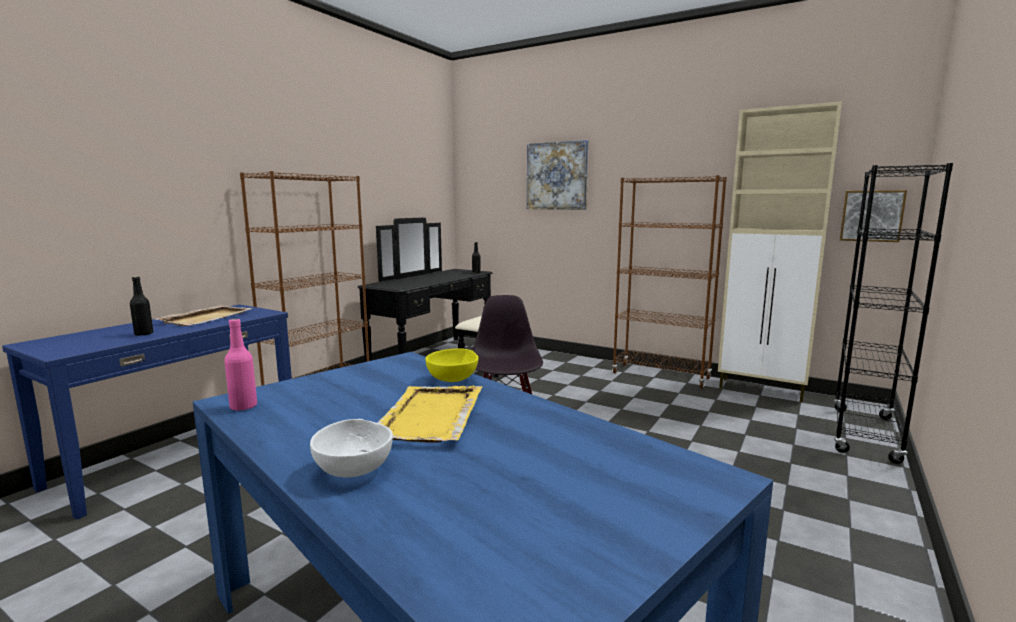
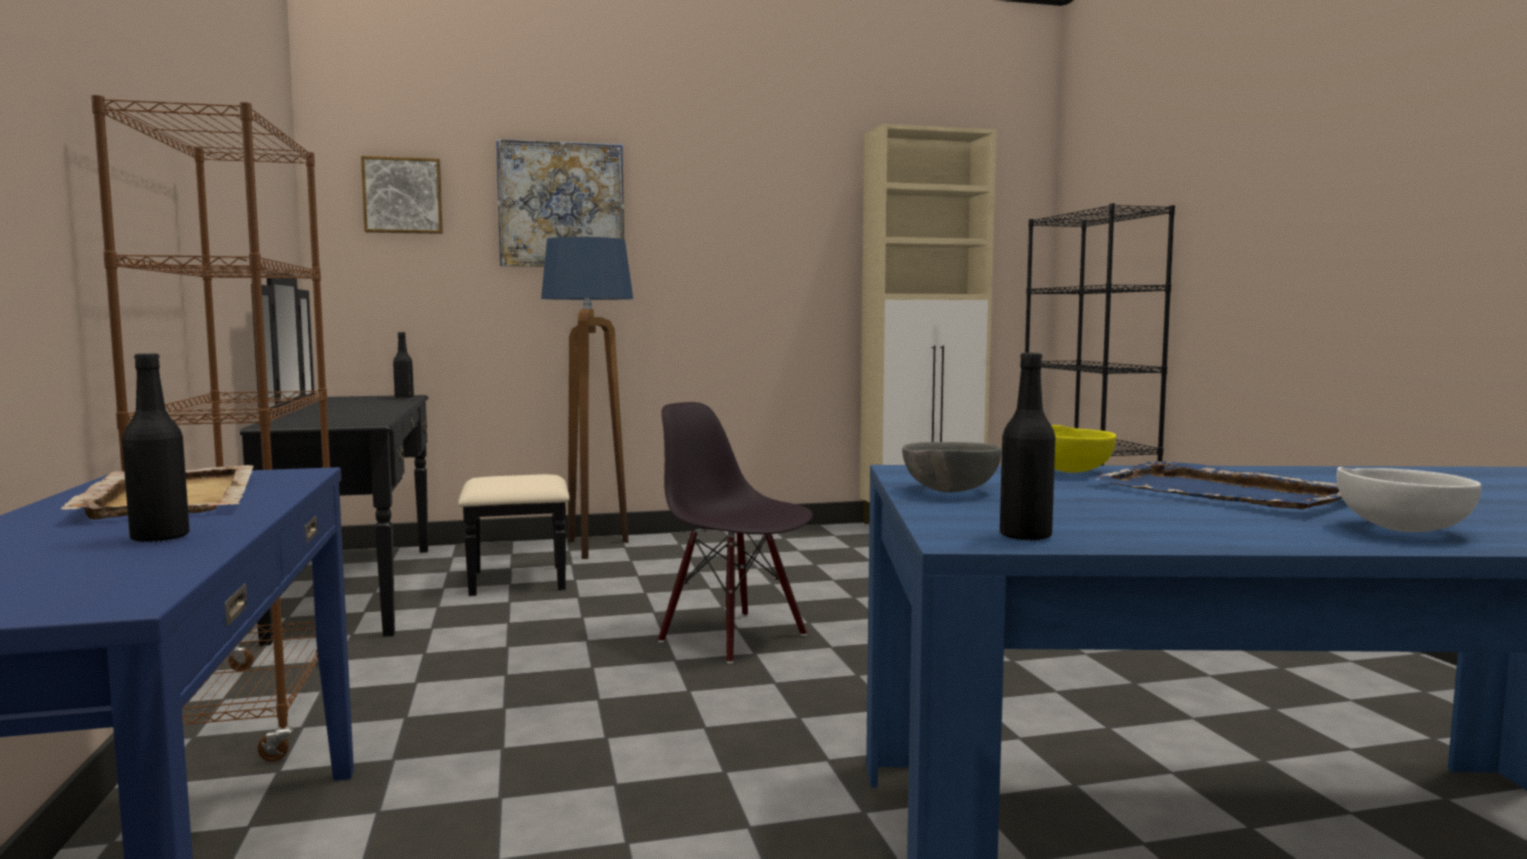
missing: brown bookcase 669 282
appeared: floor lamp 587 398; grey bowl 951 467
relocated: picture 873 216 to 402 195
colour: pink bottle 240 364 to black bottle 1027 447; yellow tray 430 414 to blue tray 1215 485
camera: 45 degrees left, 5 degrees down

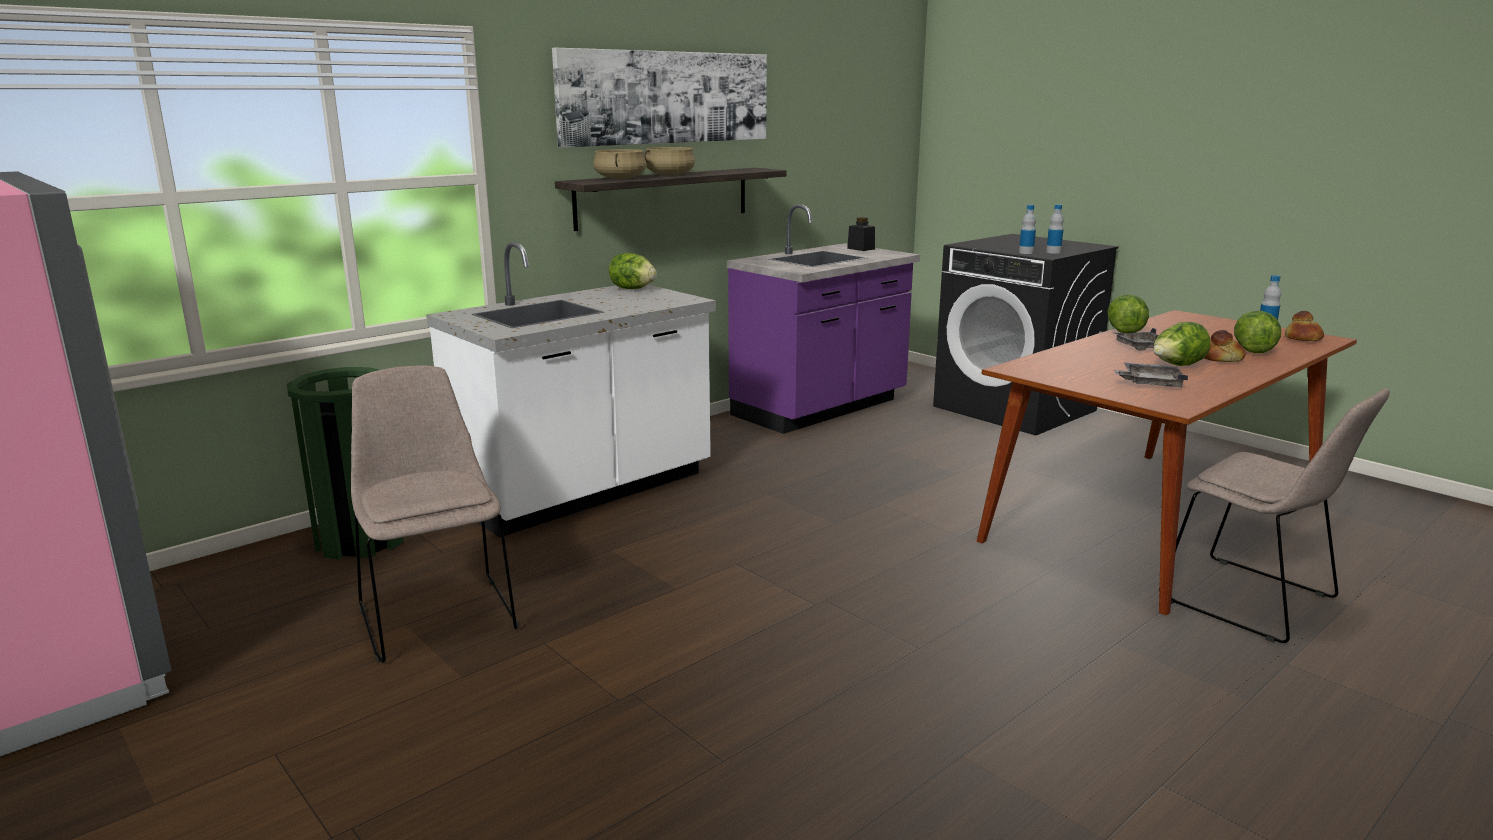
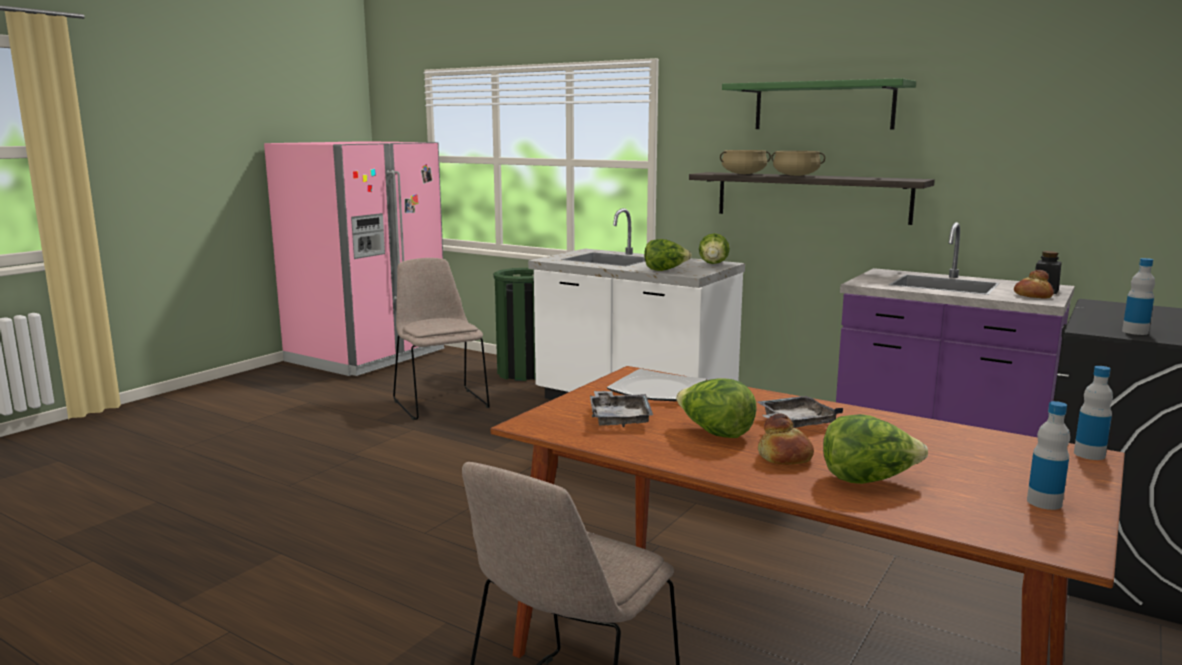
appeared: plate 656 385
relocated: bottle 1027 229 to 1093 413; lettuce 1128 313 to 668 255; bread 1304 326 to 1034 284
exchanged: picture 659 98 to green shelf 819 103
spun: beige chair 434 514 = 441 339 75 degrees counterclockwise
camera: 75 degrees right, 5 degrees down

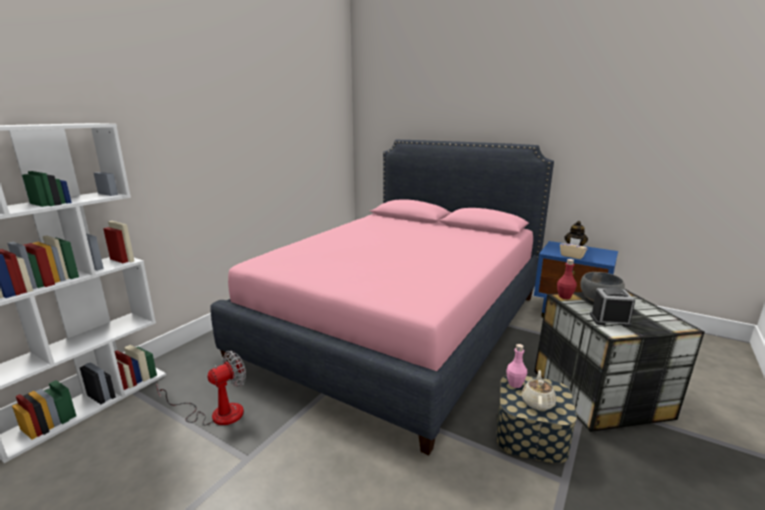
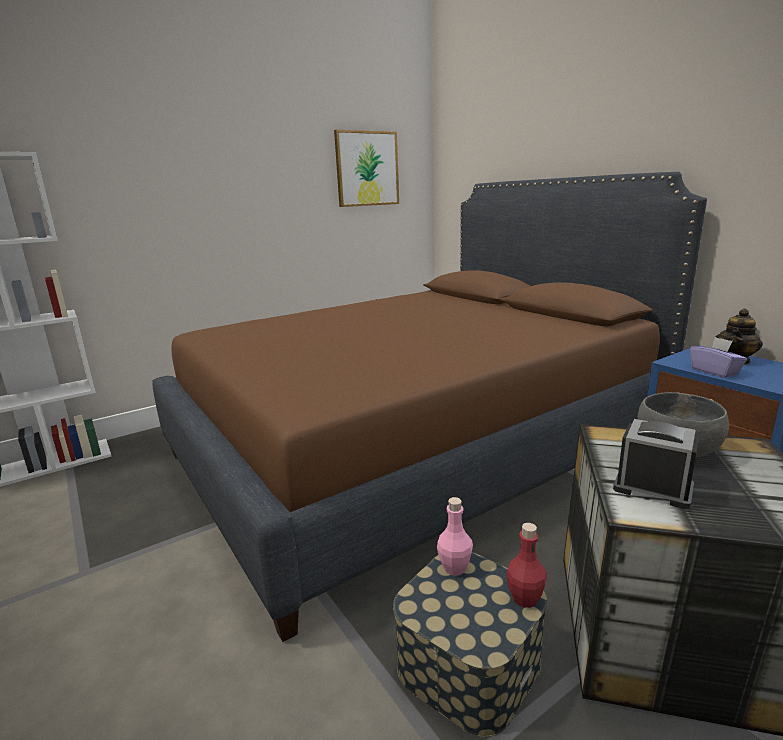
missing: fan 201 388; beige teapot 538 390
appeared: picture 366 168
relocated: red bottle 567 279 to 526 565
colour: pink bed 382 297 to brown bed 429 407; beige tissue box 574 248 to purple tissue box 718 357
camera: 25 degrees right, 0 degrees up

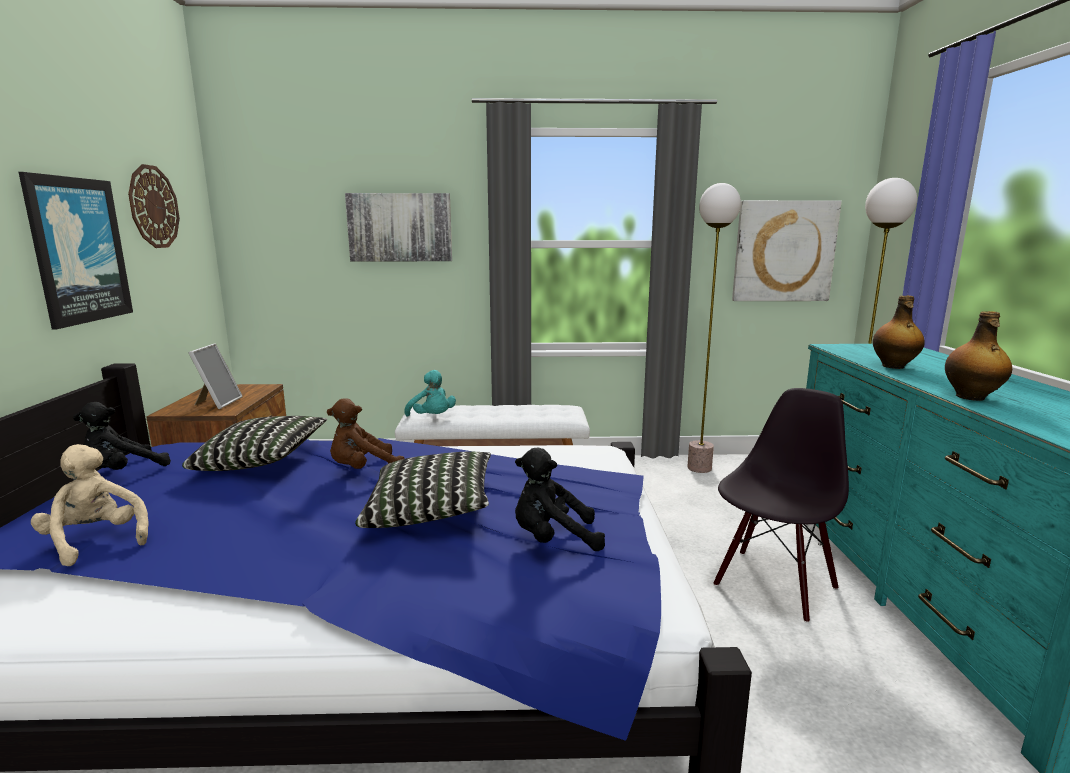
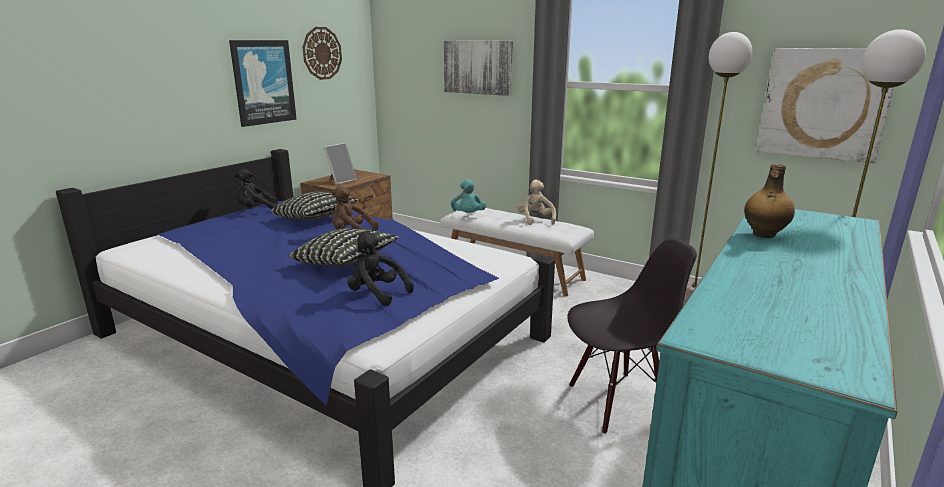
missing: bottle 978 356
relocated: beige plush toy 90 505 to 536 202
camera: 35 degrees right, 5 degrees up

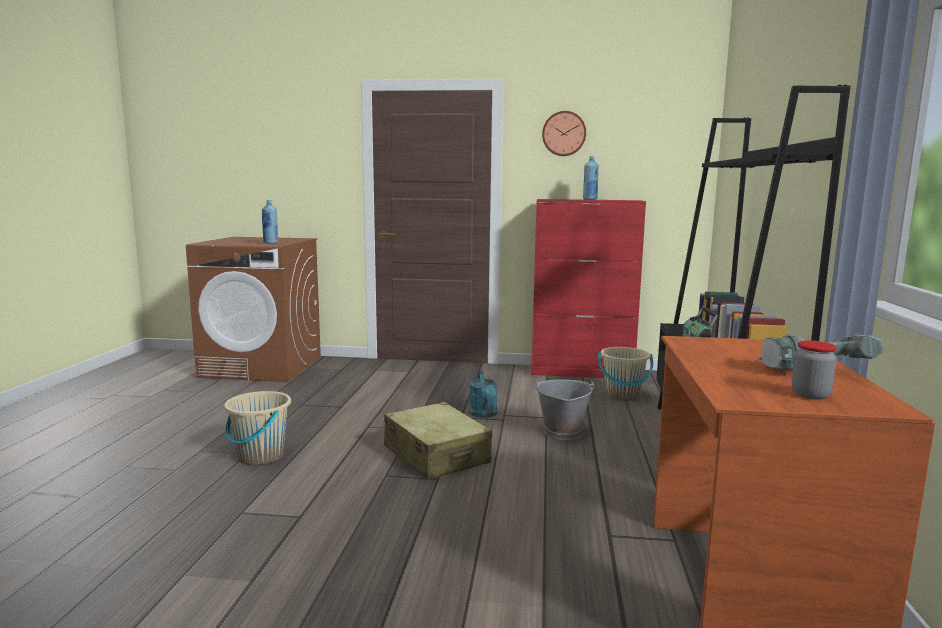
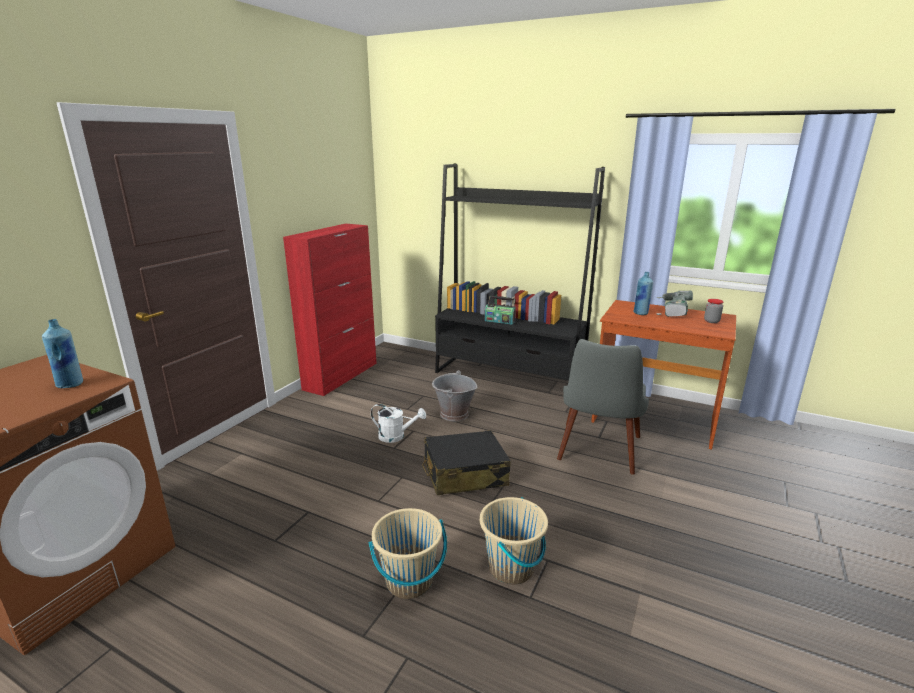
missing: wall clock 564 133
appeared: grey chair 603 407
relocated: blue bottle 591 178 to 643 293; beige bucket 625 374 to 514 541
colour: beige suitcase 438 441 to black suitcase 466 462; turquoise watering can 483 394 to white watering can 398 423
camera: 70 degrees left, 10 degrees up

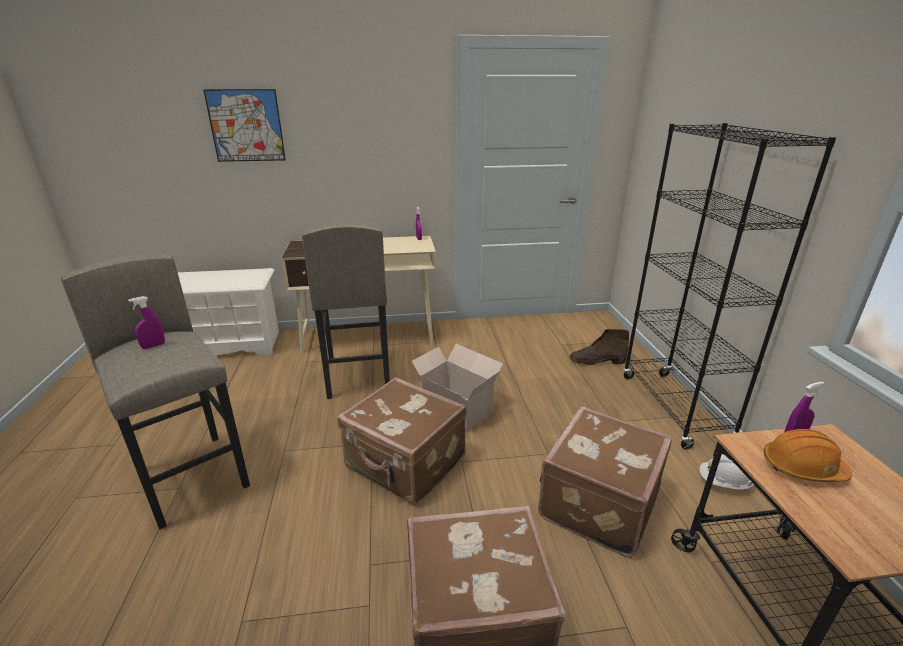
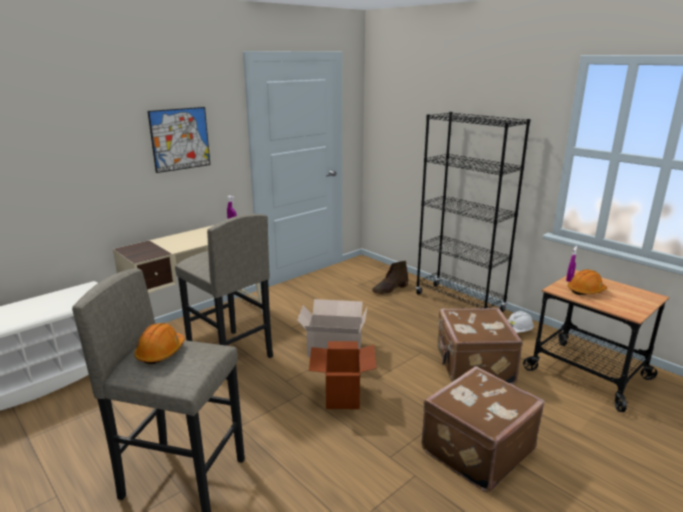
relocated: picture 244 125 to 179 140
exchanged: purple spray bottle 146 322 to orange hard hat 159 343; brown suitcase 402 441 to cardboard box 342 375
camera: 35 degrees left, 5 degrees down

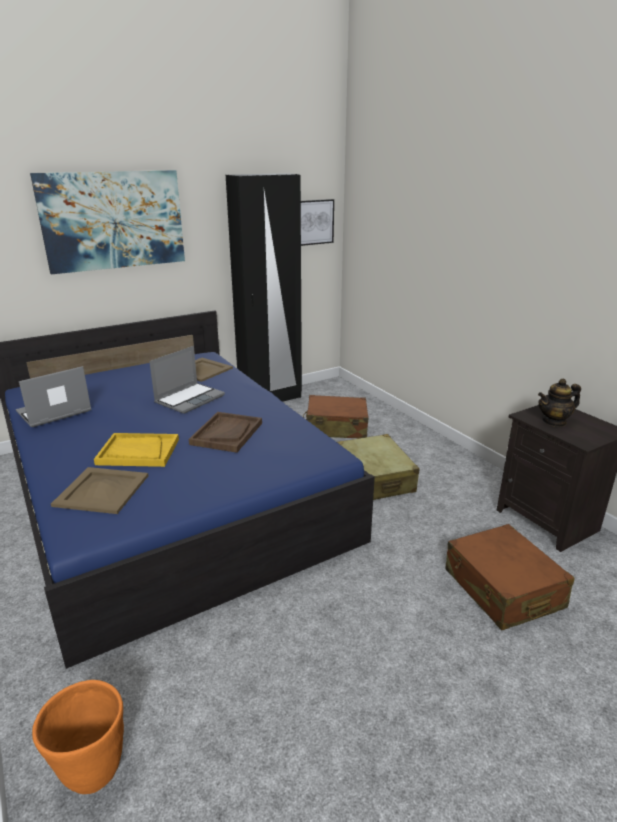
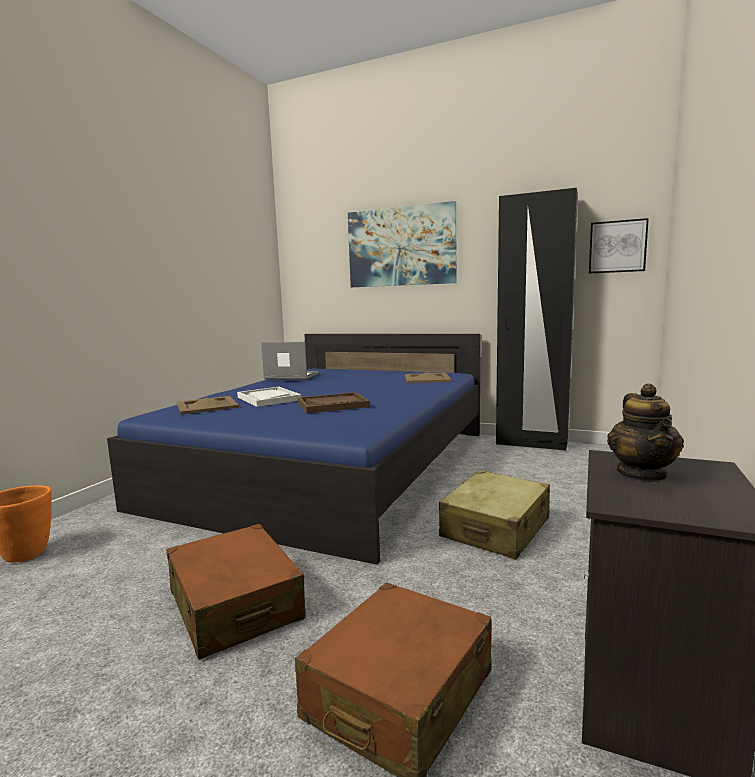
missing: laptop 187 380
relocated: brown suitcase 336 416 to 236 592
colour: yellow tray 136 450 to white tray 269 397
spun: teapot 559 402 = 645 432 120 degrees counterclockwise
camera: 55 degrees right, 15 degrees down

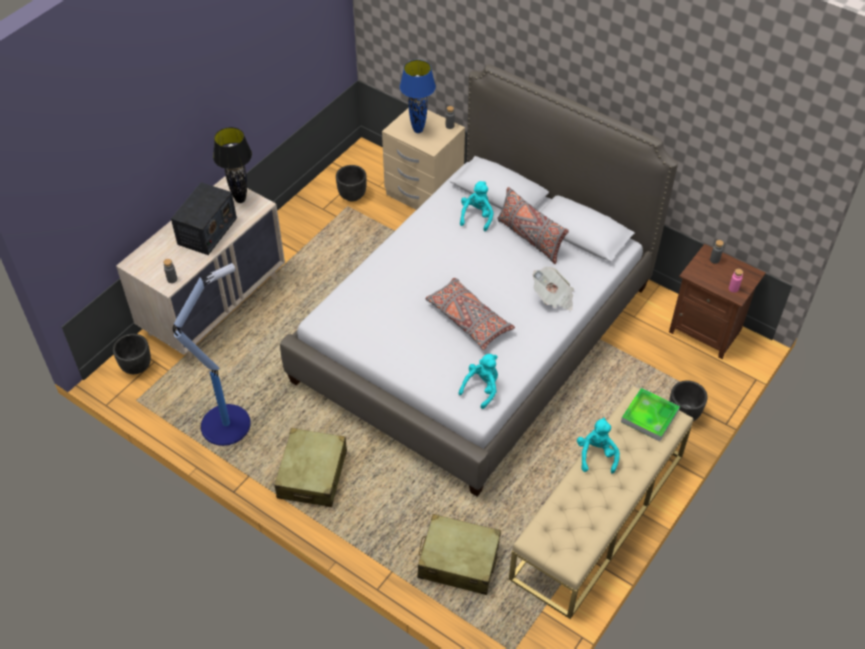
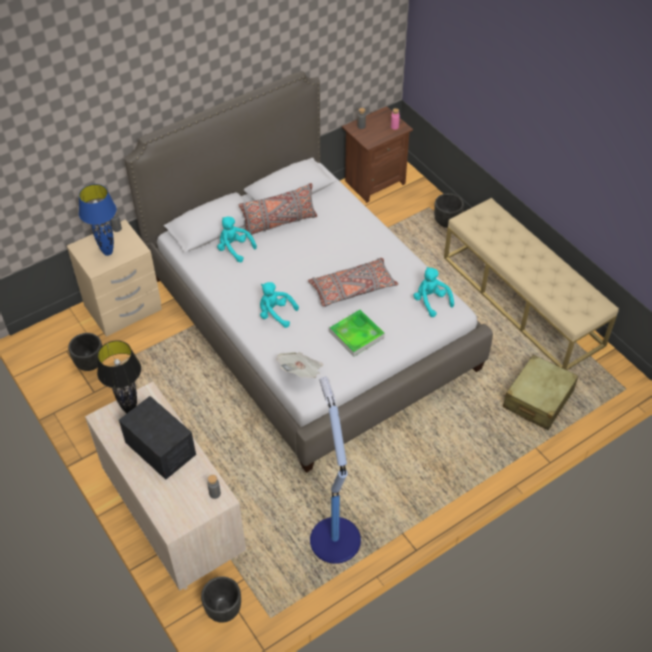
missing: beige suitcase 310 467
relocated: newspaper 553 288 to 299 365; turquoise plush toy 598 446 to 279 305; tray 650 414 to 357 333
camera: 70 degrees left, 0 degrees up

